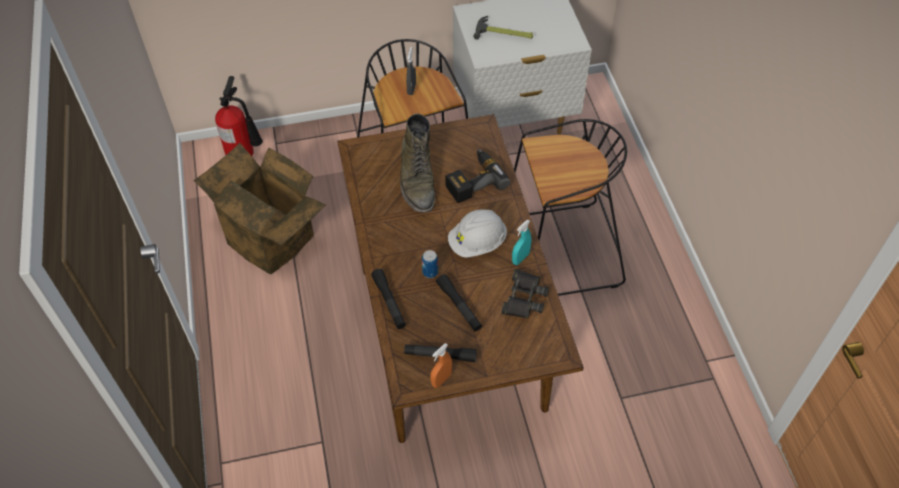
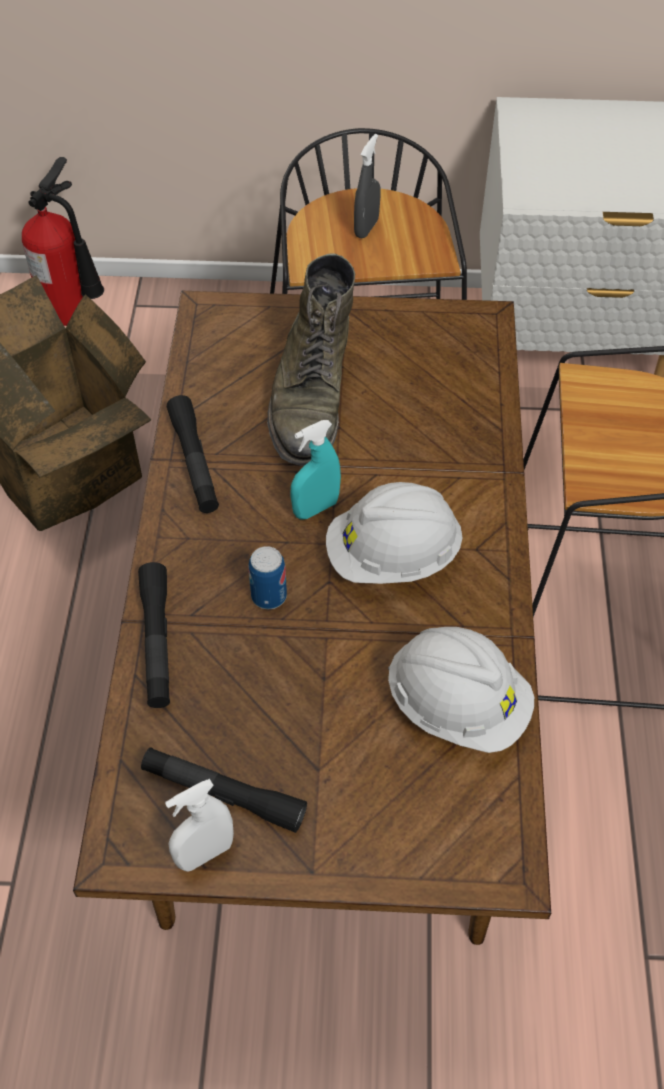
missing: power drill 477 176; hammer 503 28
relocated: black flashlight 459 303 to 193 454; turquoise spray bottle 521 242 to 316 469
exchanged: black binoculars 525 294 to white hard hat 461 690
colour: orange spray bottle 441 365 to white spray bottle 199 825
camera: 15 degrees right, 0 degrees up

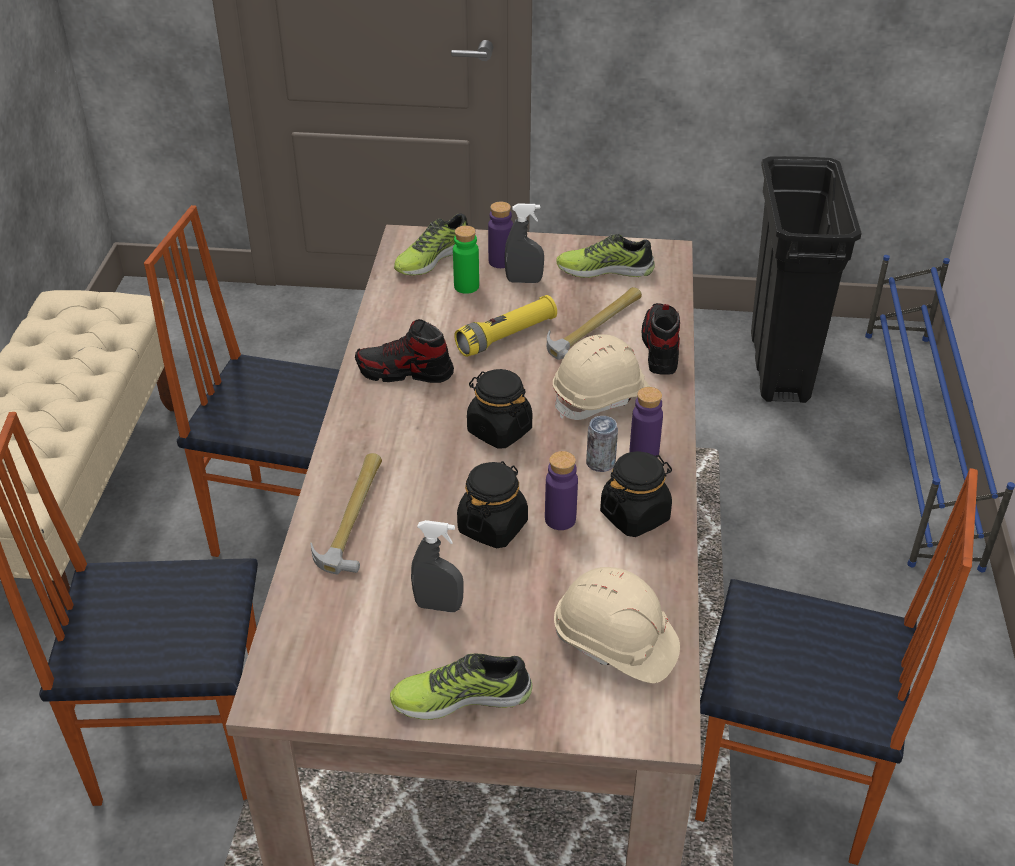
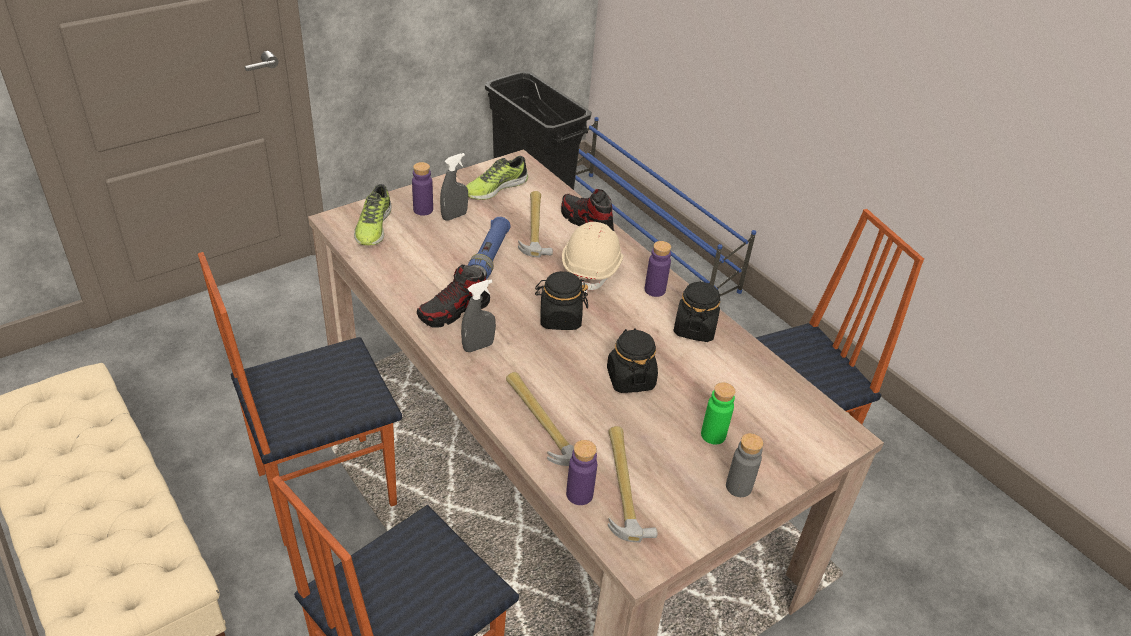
missing: beige hard hat 617 625; can 602 444
appeared: hammer 633 484
relocated: grey spray bottle 437 566 to 478 315; green bottle 466 259 to 718 413; purple bottle 561 490 to 581 472
exchanged: shoe 461 687 to grey bottle 744 465
colour: yellow flashlight 505 326 to blue flashlight 489 248
camera: 45 degrees left, 0 degrees up

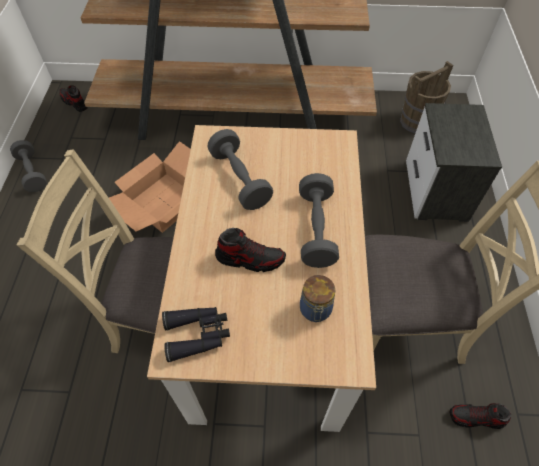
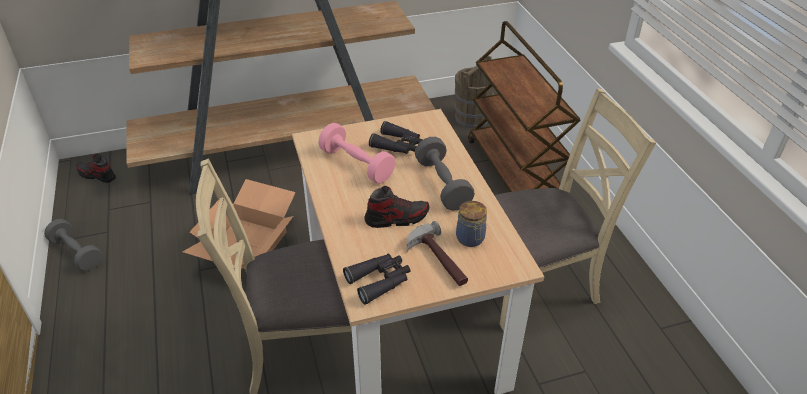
missing: shoe 480 416
appeared: black binoculars 396 137; hammer 437 253
exchanged: nightstand 454 162 to brown cart 524 106
colour: grey dumbbell 240 169 to pink dumbbell 357 153
camera: 20 degrees left, 15 degrees down

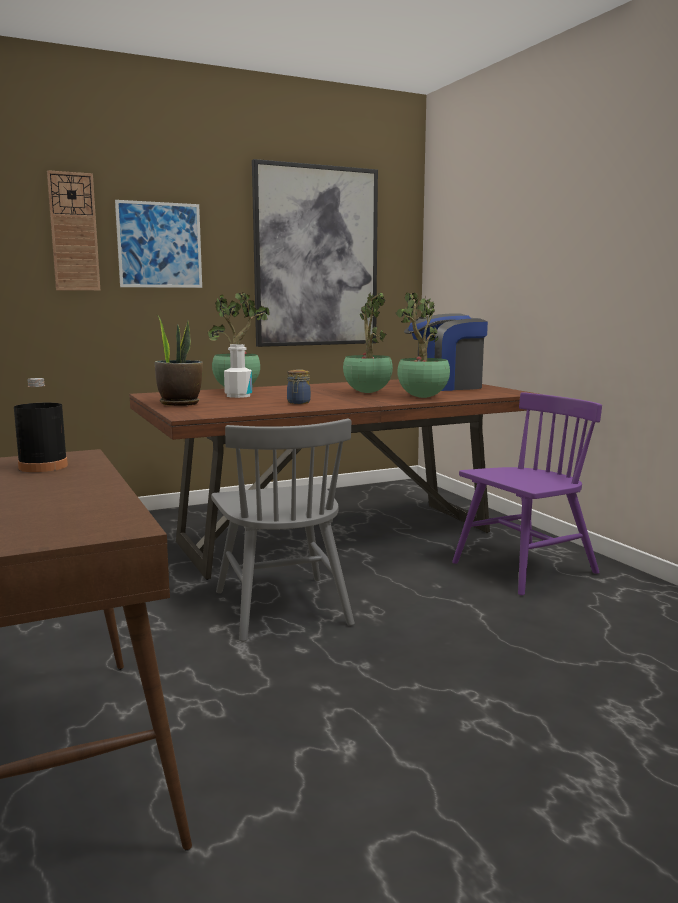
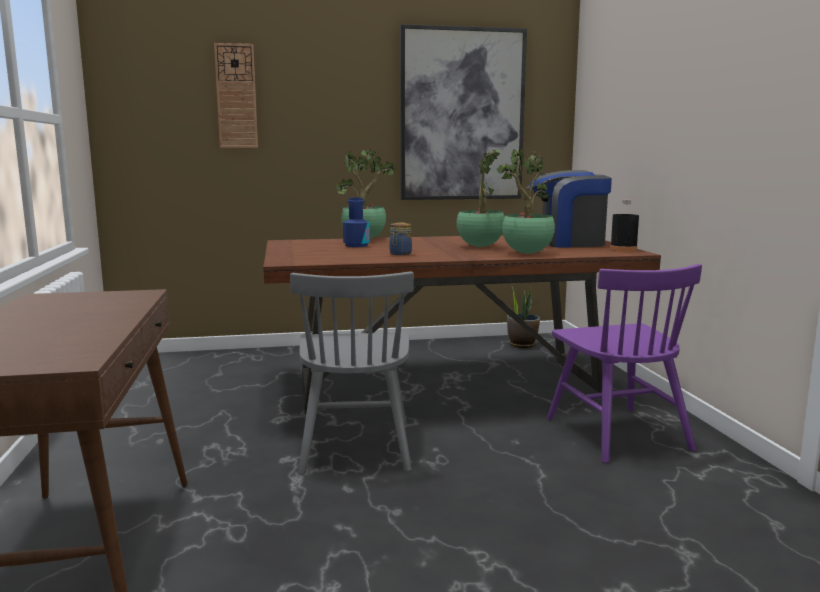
missing: picture 158 244
relocated: black bottle 41 425 to 624 226; potted plant 179 360 to 523 316
colour: white bottle 238 371 to blue bottle 356 222
spun: purple chair 527 493 = 624 363 90 degrees clockwise
camera: 15 degrees right, 0 degrees up

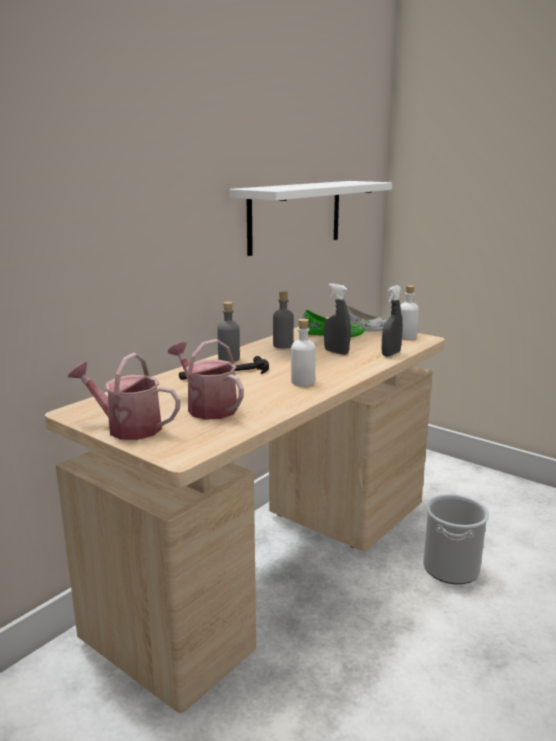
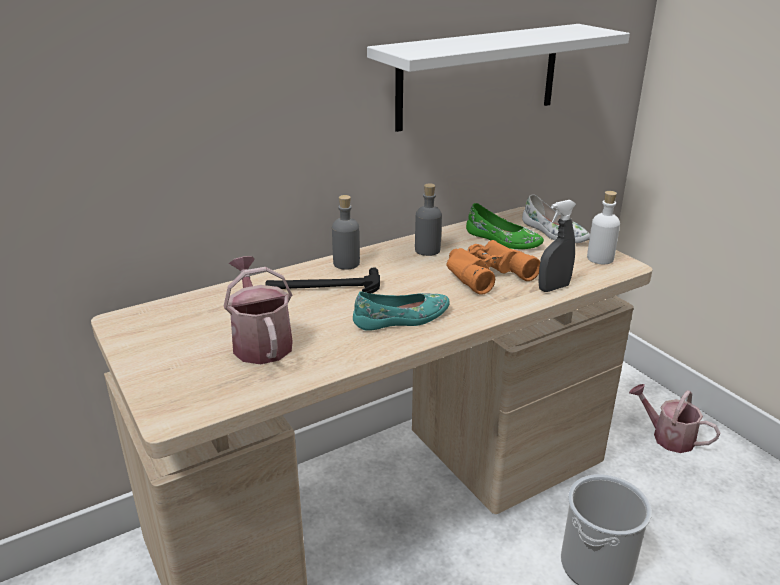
relocated: watering can 124 396 to 674 418
exchanged: white bottle 303 352 to turquoise shoe 401 311; grey spray bottle 337 319 to orange binoculars 493 267
camera: 20 degrees right, 10 degrees up

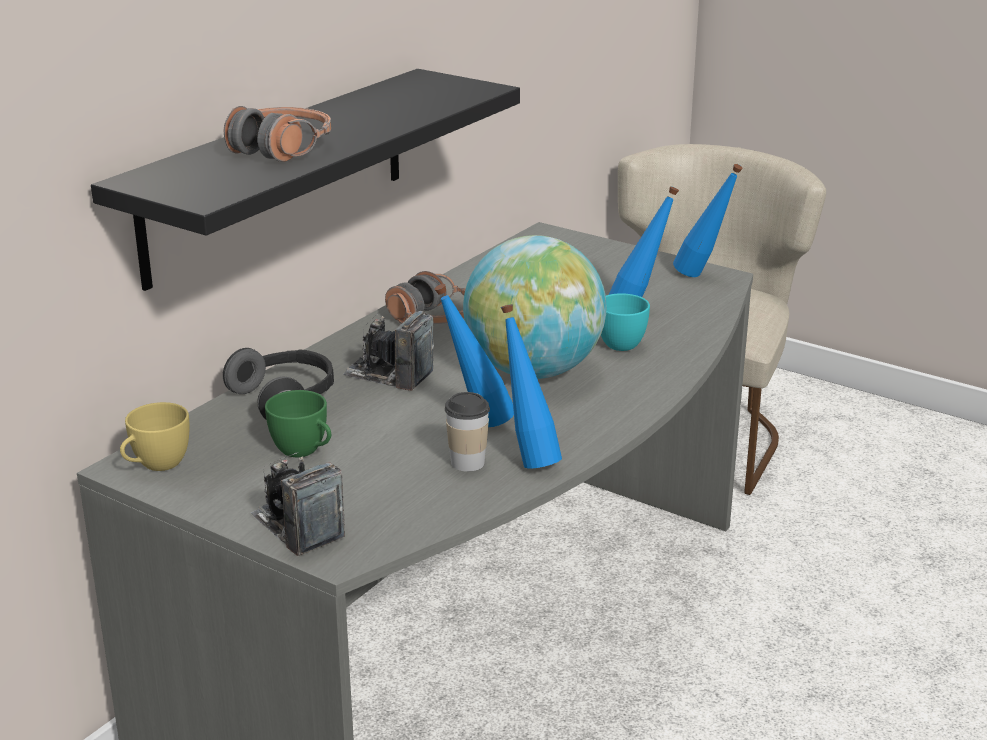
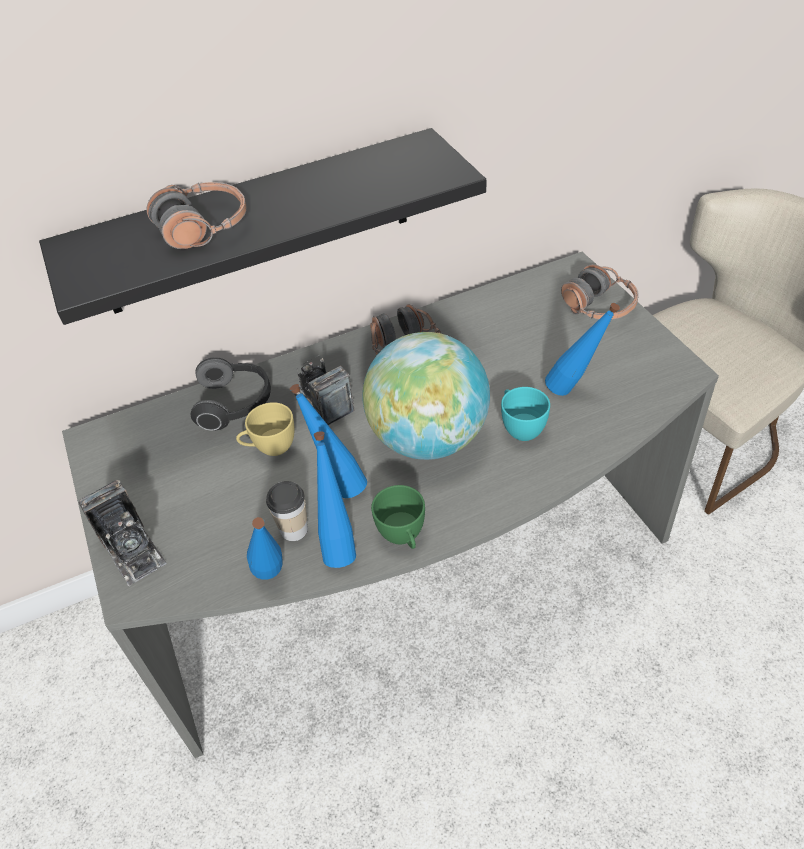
appeared: headphones 600 292
relocated: yellow cup 154 436 to 265 429; green cup 298 423 to 398 517; blue bottle 708 220 to 265 548
spun: photo camera 298 504 = 122 533 150 degrees clockwise
camera: 35 degrees right, 20 degrees up

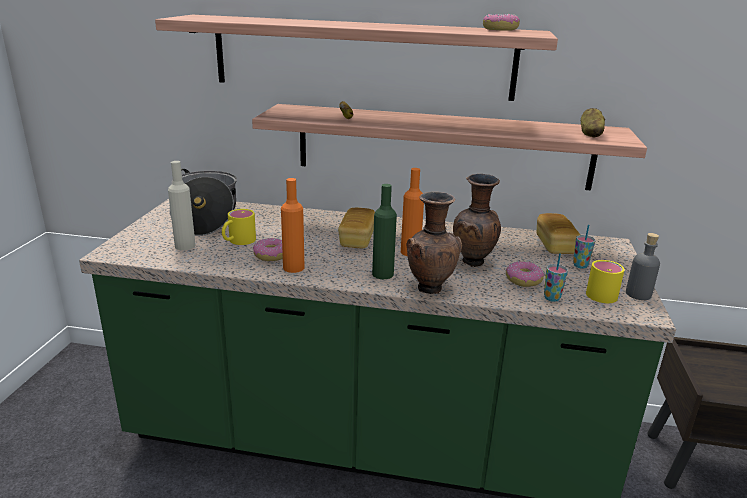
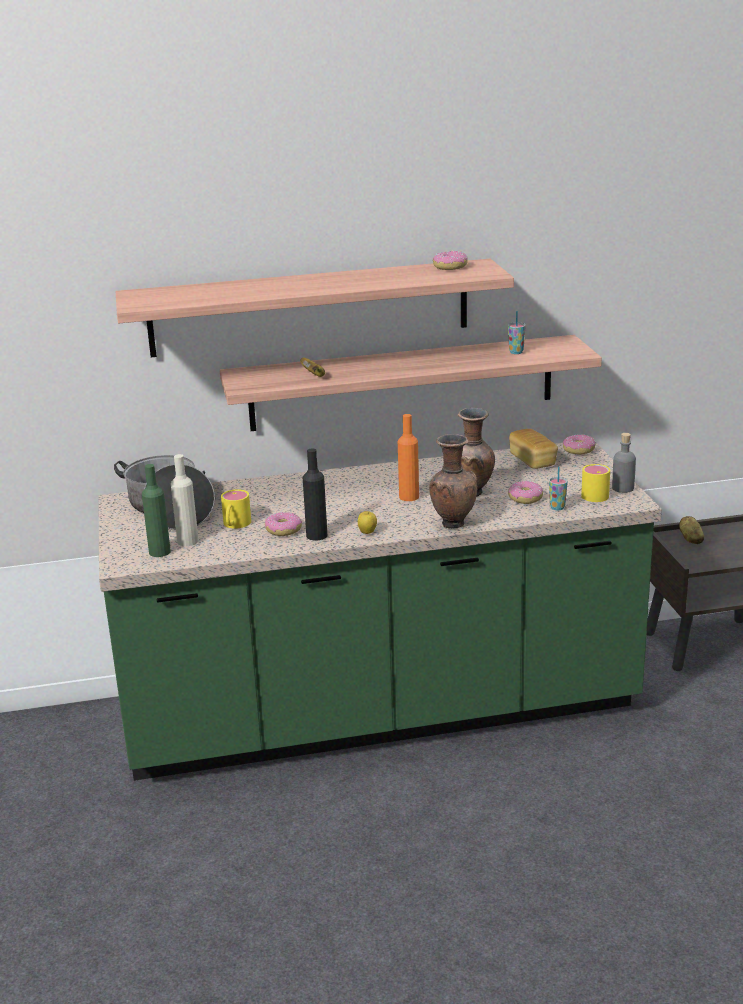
missing: bread 356 228
appeared: apple 367 522; donut 579 444
relocated: green bottle 384 231 to 156 510; cup 584 247 to 516 332; potato 593 123 to 691 530
colour: orange bottle 293 225 to black bottle 315 494
camera: 20 degrees left, 0 degrees up

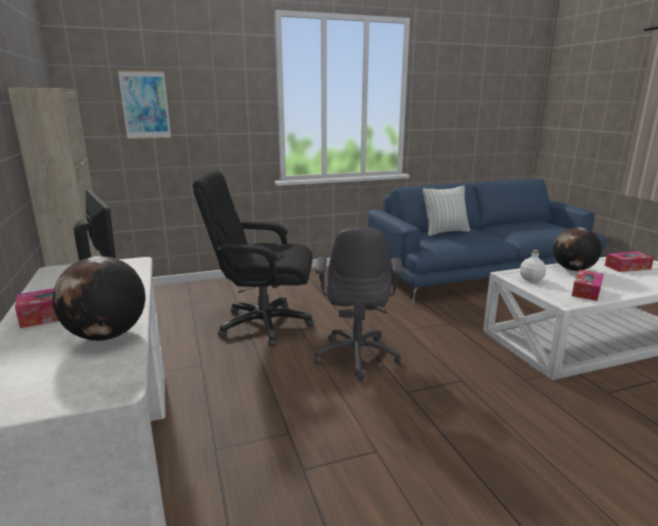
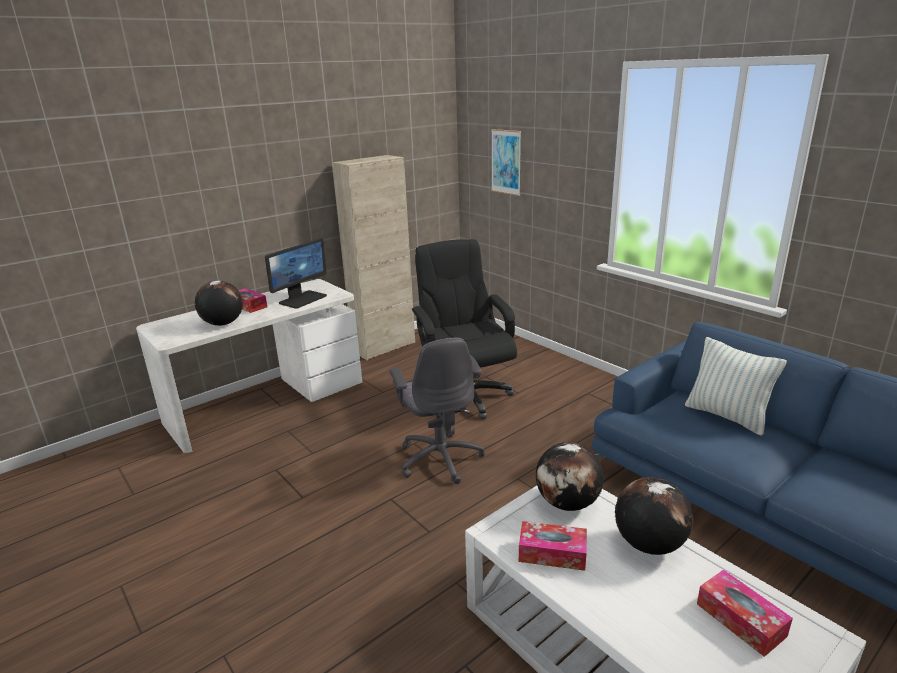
exchanged: white bottle 533 266 to globe 570 476
spun: grey office chair 359 303 = 437 411 90 degrees counterclockwise
camera: 70 degrees right, 5 degrees up

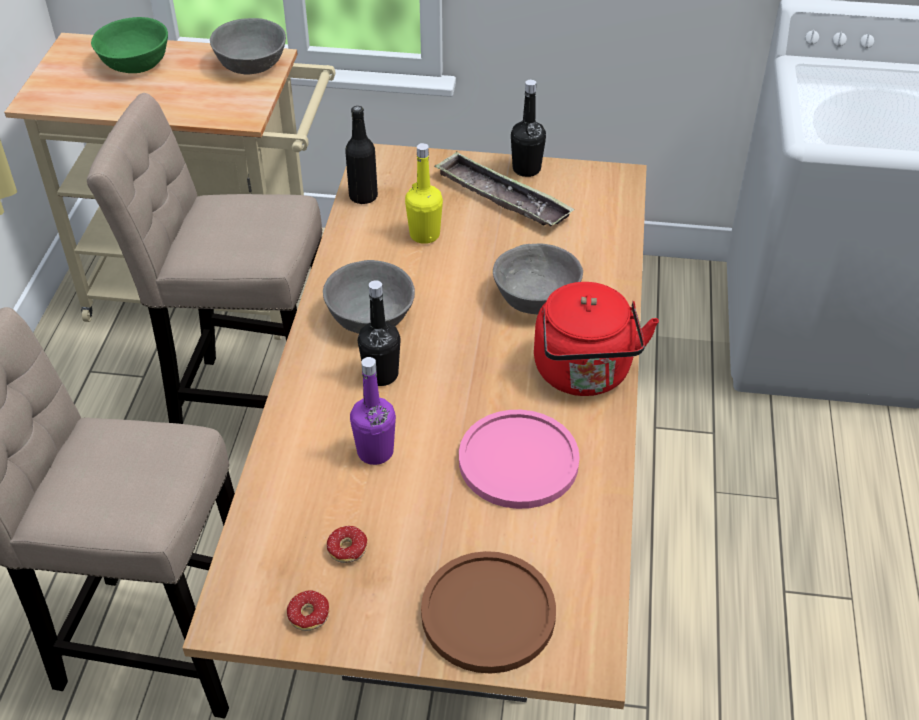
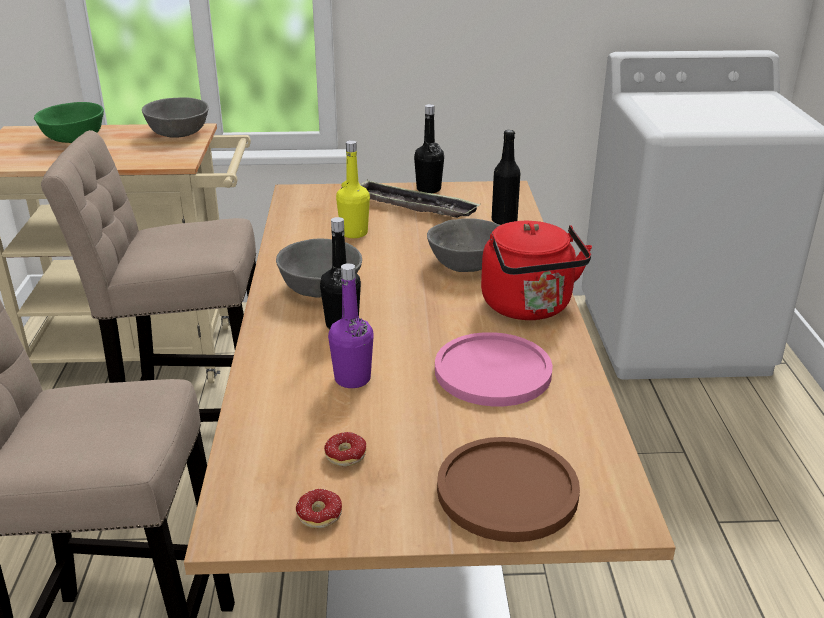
relocated: black bottle 361 155 to 506 177
camera: 10 degrees left, 15 degrees down

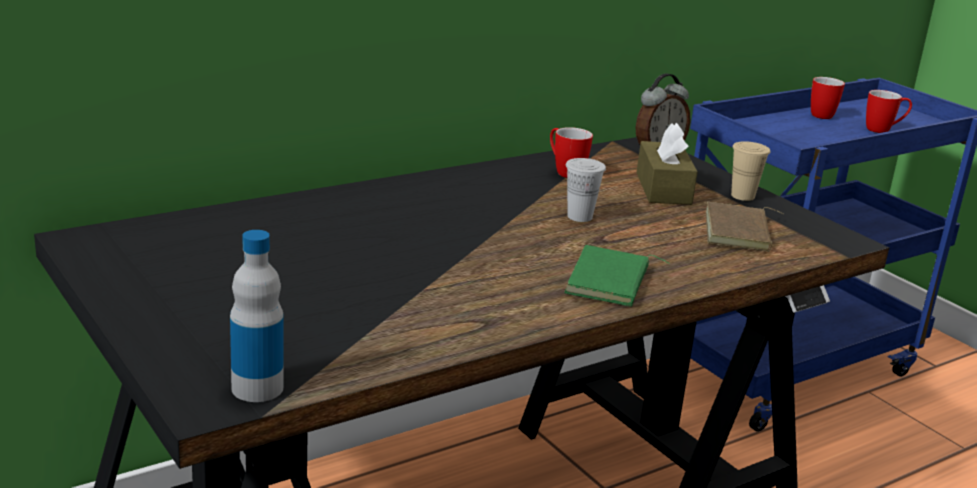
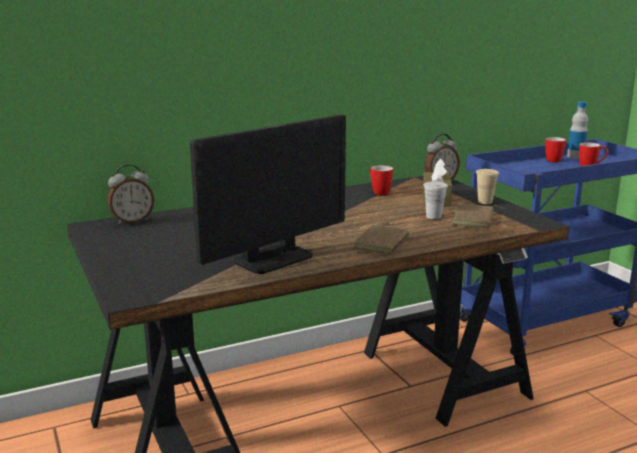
appeared: alarm clock 130 194; monitor 268 194
relocated: bottle 256 316 to 577 130; white cup 586 190 to 435 200
colour: green book 617 276 to brown book 386 239
camera: 10 degrees right, 5 degrees down

